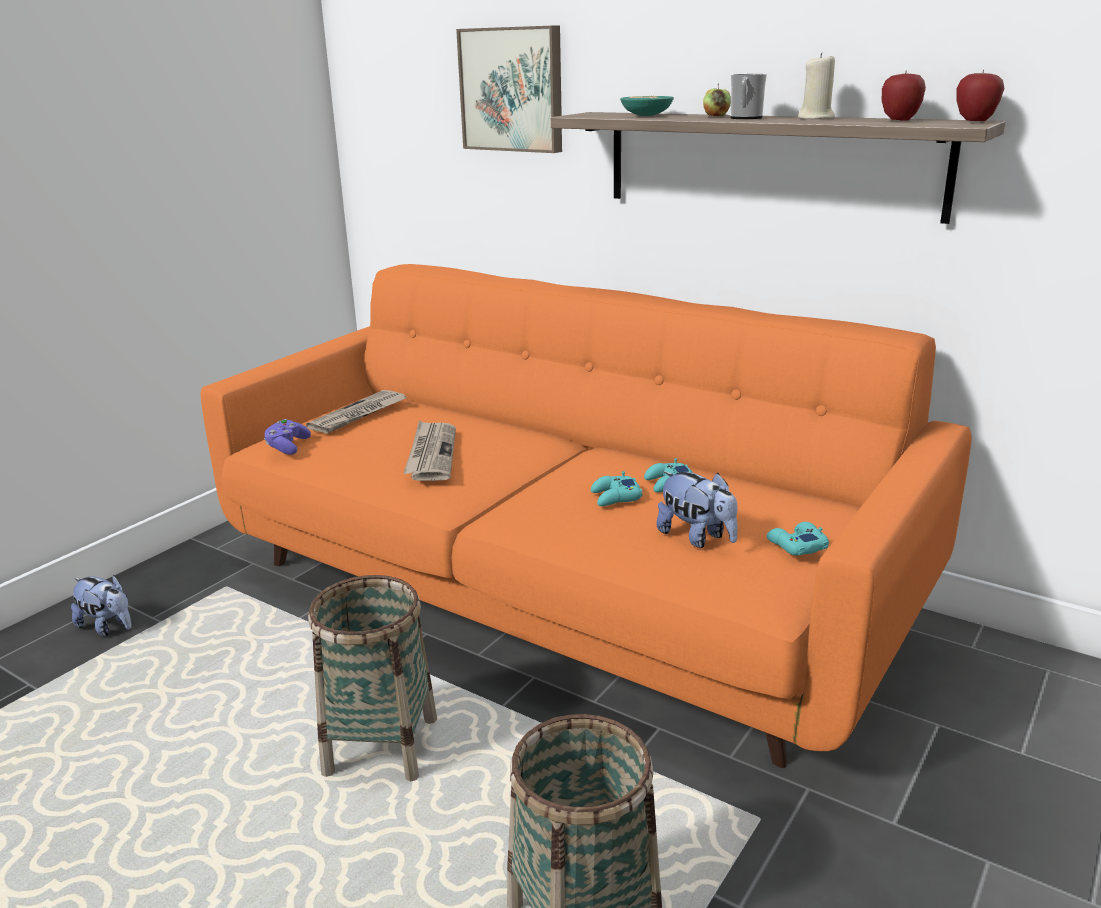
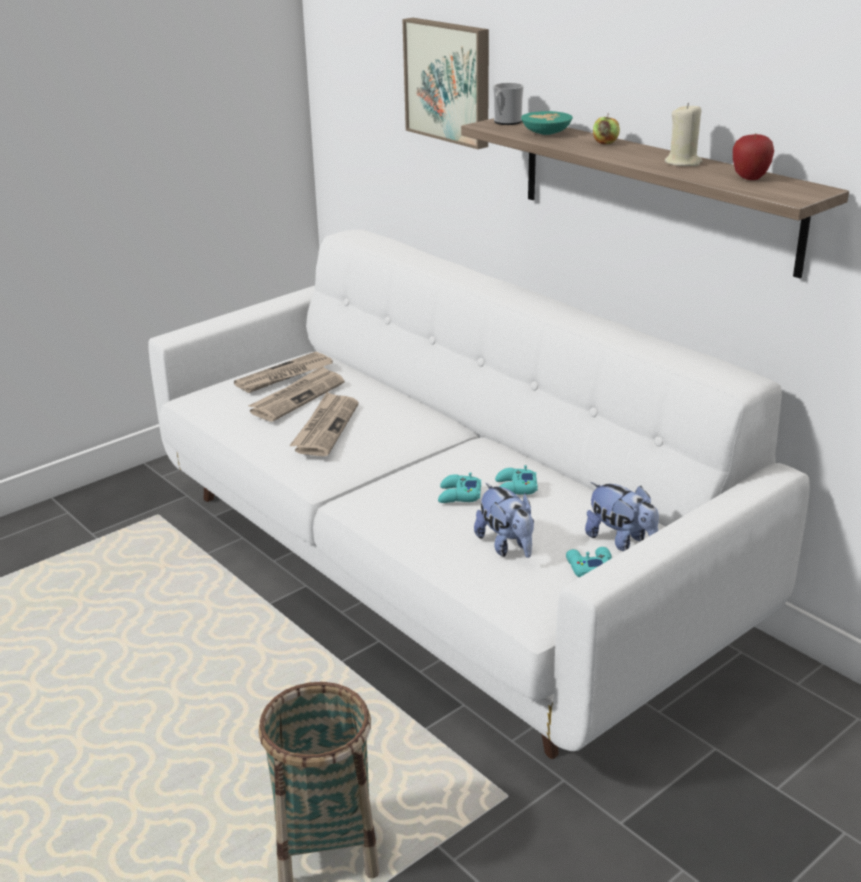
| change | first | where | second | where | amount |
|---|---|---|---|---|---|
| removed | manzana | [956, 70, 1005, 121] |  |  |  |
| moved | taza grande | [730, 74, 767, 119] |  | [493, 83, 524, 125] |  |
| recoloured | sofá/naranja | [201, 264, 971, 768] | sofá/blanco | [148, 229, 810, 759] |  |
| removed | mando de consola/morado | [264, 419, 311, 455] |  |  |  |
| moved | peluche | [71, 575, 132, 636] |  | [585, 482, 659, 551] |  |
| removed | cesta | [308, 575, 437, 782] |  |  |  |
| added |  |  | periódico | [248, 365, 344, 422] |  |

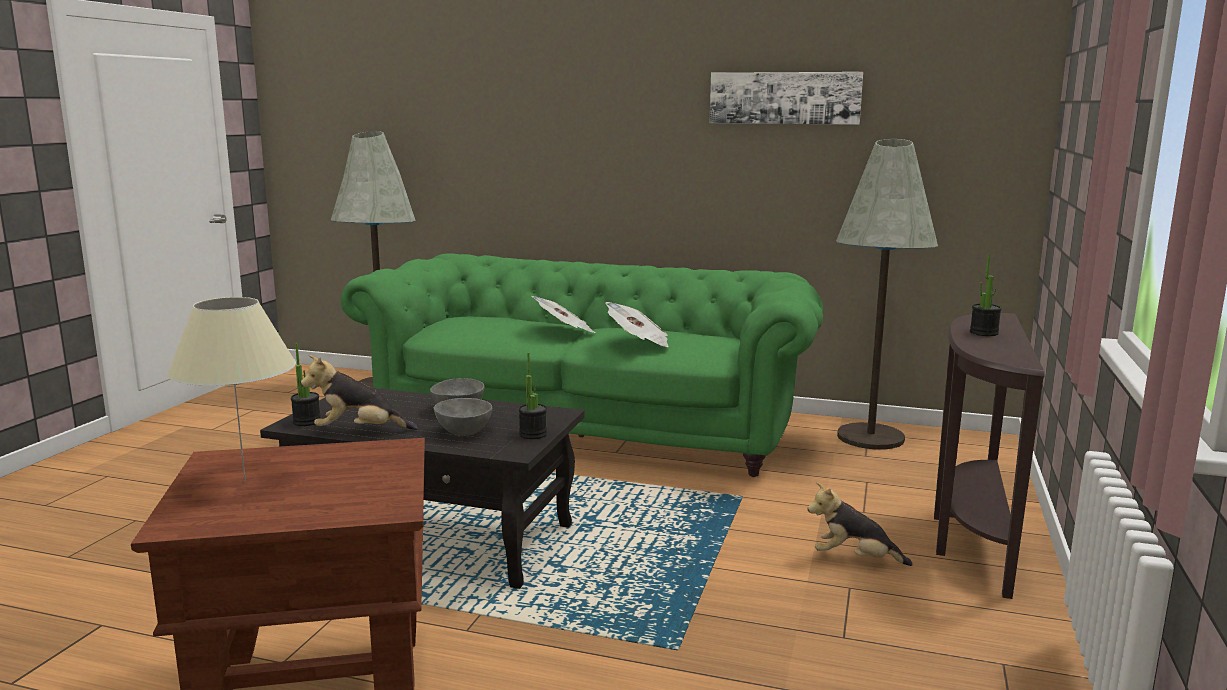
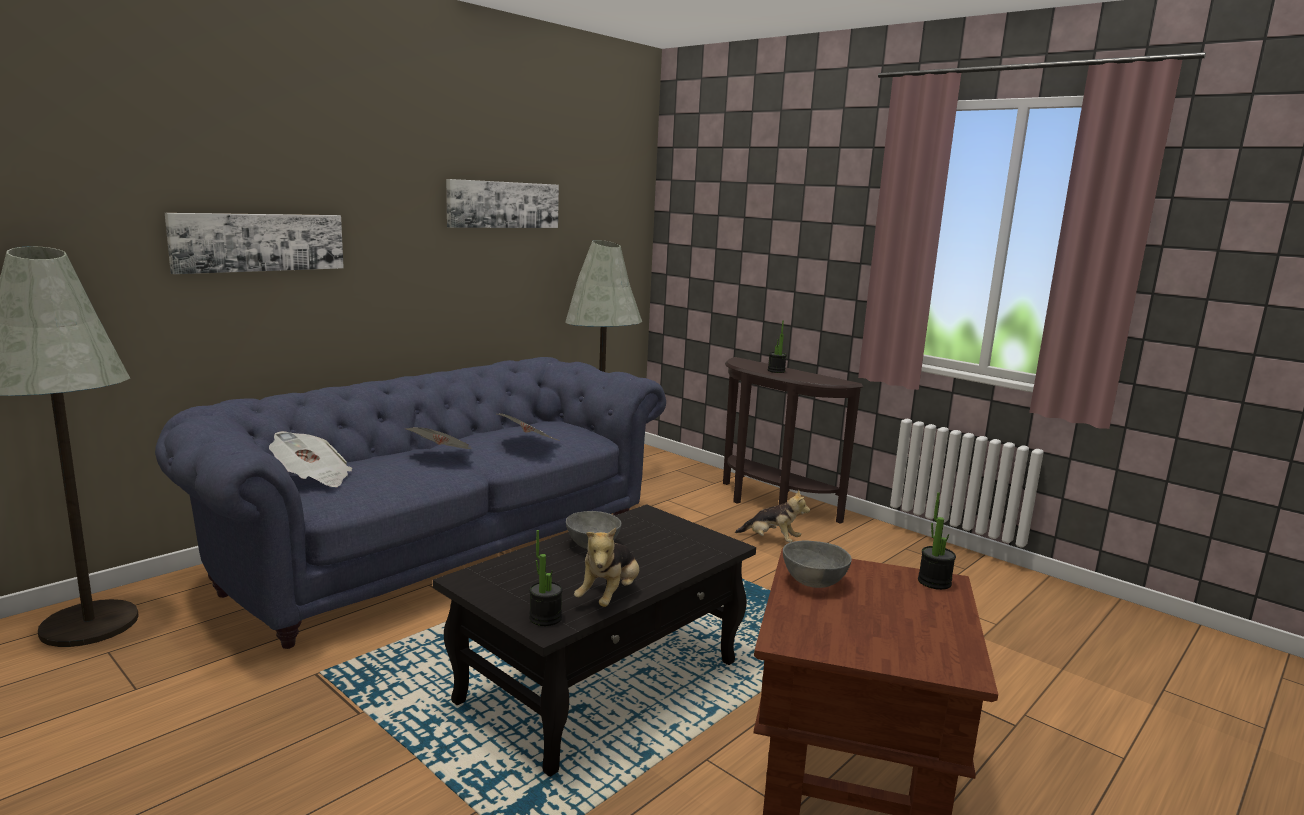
| change | first | where | second | where | amount |
|---|---|---|---|---|---|
| recoloured | sofá/verde | [341, 253, 823, 477] | sofá/azul | [155, 357, 666, 649] |  |
| removed | lámpara de mesa/beis | [167, 297, 296, 482] |  |  |  |
| moved | planta en maceta | [519, 353, 547, 439] |  | [918, 492, 956, 590] |  |
| moved | cuenco/gris | [434, 398, 492, 436] |  | [783, 541, 852, 588] |  |
| turned | peluche | [807, 482, 913, 566] |  | [735, 490, 810, 542] | 105 degrees counterclockwise |
| added |  |  | cuadro | [165, 213, 344, 274] |  |
| added |  |  | periódico | [269, 431, 352, 487] |  |

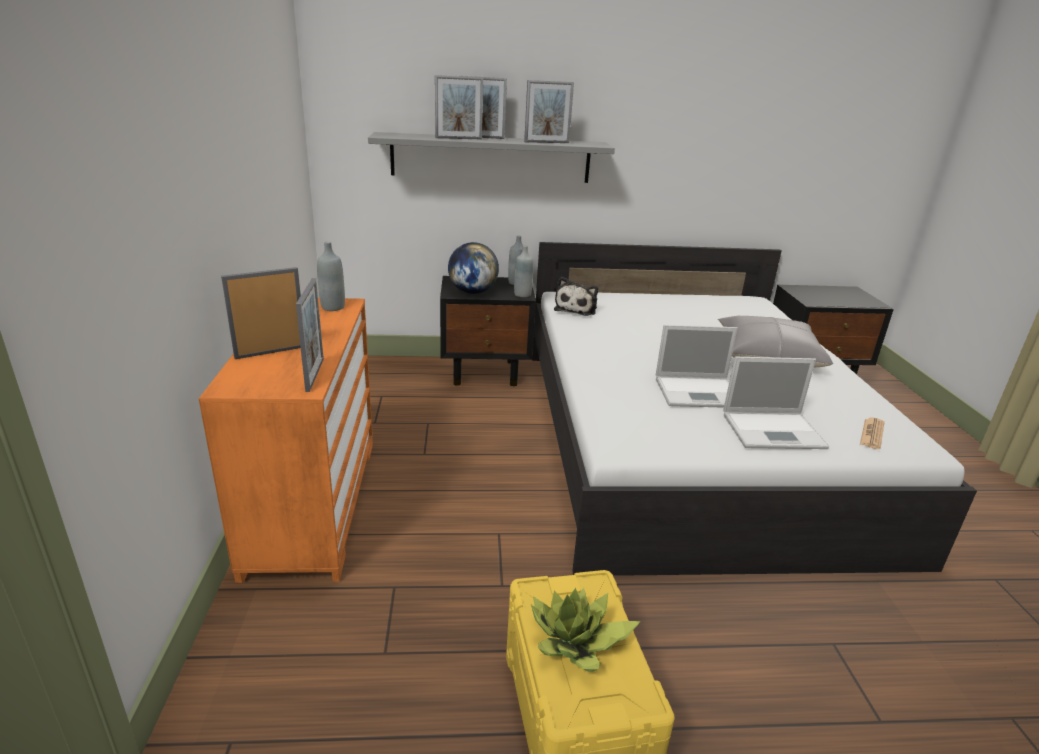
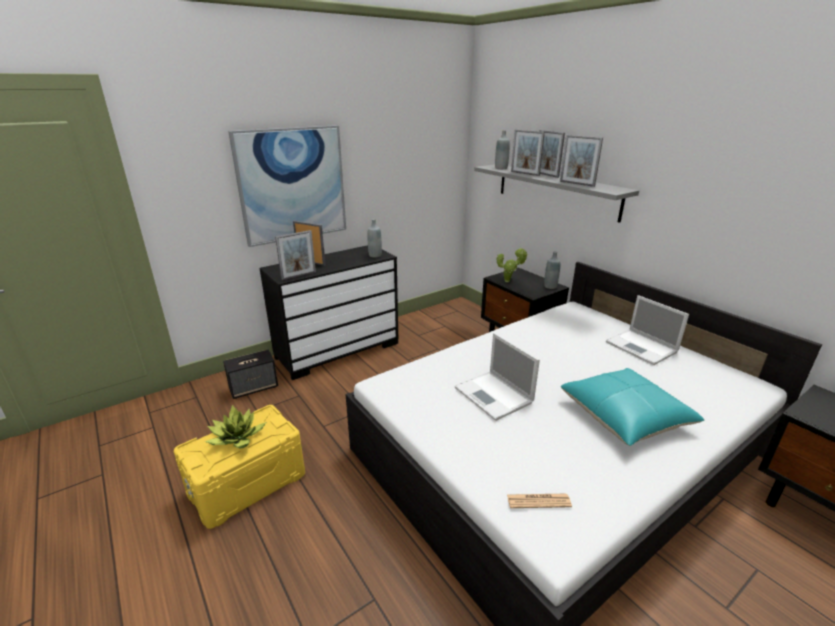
| change | first | where | second | where | amount |
|---|---|---|---|---|---|
| replaced | globo terráqueo | [448, 242, 499, 294] | planta en maceta | [497, 248, 528, 282] |  |
| moved | botella/gris | [514, 245, 533, 297] |  | [495, 130, 510, 169] |  |
| removed | peluche | [554, 277, 598, 316] |  |  |  |
| recoloured | cómoda/naranja | [199, 298, 373, 583] | cómoda/negro | [260, 245, 399, 380] |  |
| recoloured | cojín/gris | [718, 316, 833, 367] | cojín/turquesa | [561, 368, 704, 446] |  |
| moved | portátil | [723, 357, 829, 449] |  | [606, 295, 689, 365] |  |
| added |  |  | cuadro | [228, 125, 346, 247] |  |
| added |  |  | altavoz | [223, 350, 278, 399] |  |

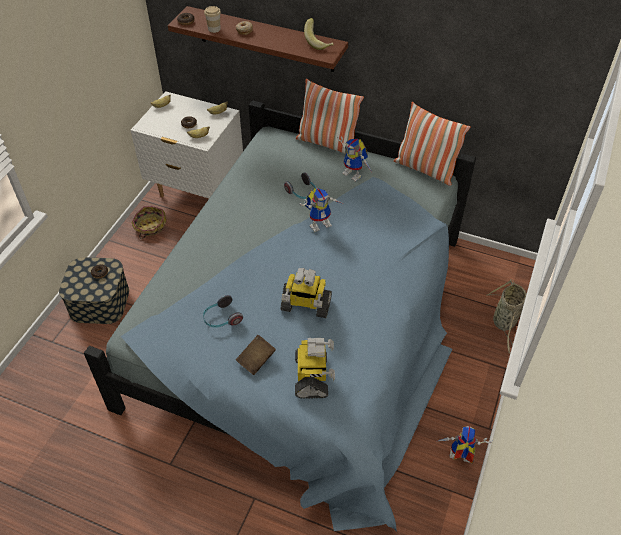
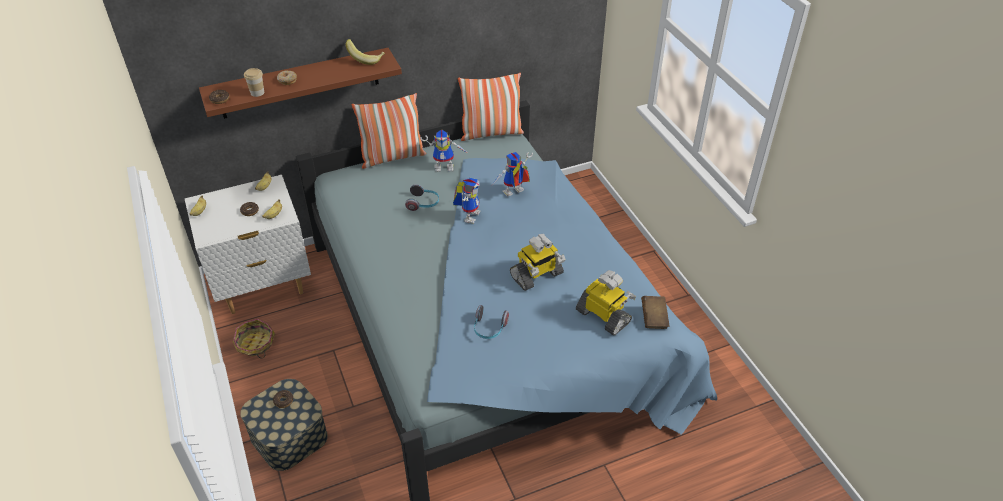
| change | first | where | second | where | amount |
|---|---|---|---|---|---|
| removed | cesta | [487, 279, 527, 354] |  |  |  |
| moved | libro/marrón | [236, 335, 276, 375] |  | [641, 296, 669, 329] |  |
| moved | robot de juguete | [438, 426, 493, 464] |  | [492, 152, 533, 197] |  |

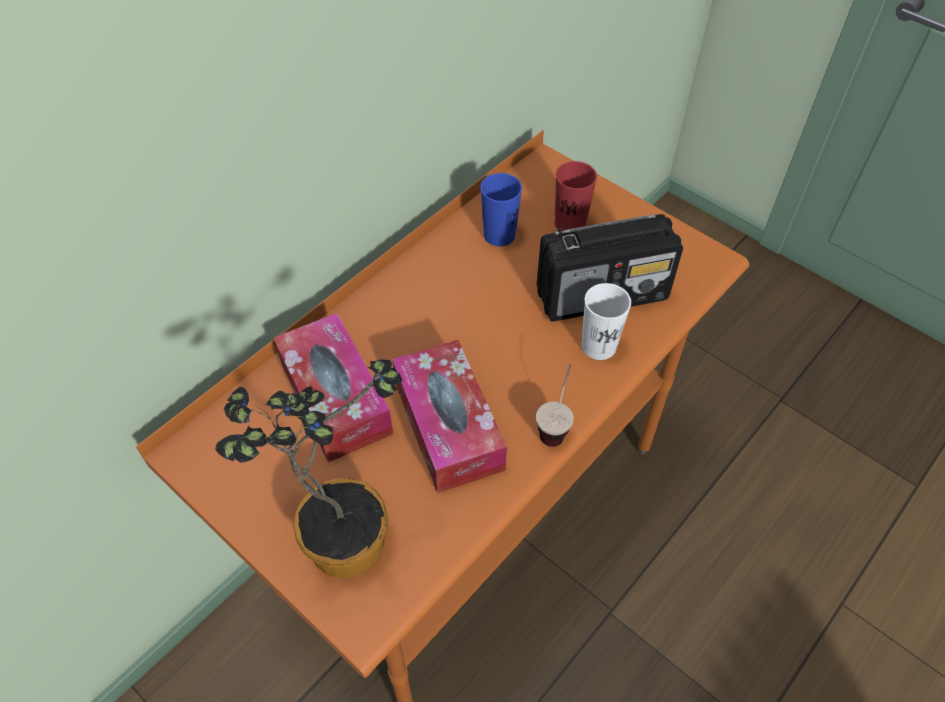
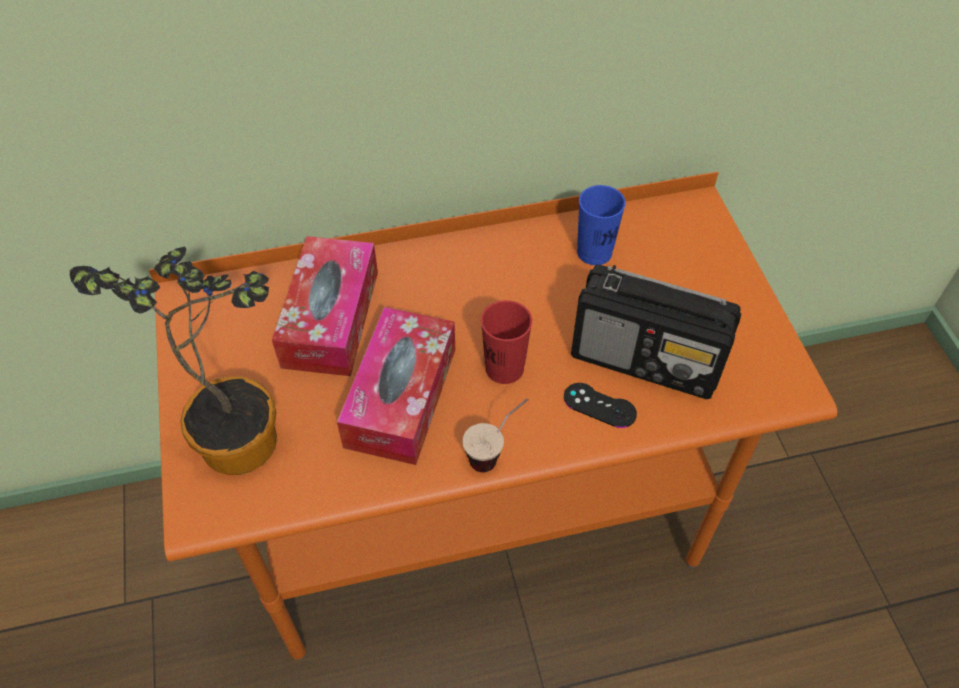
| change | first | where | second | where | amount |
|---|---|---|---|---|---|
| moved | taza/rojo | [555, 161, 597, 231] |  | [481, 300, 532, 384] |  |
| replaced | taza/blanco | [581, 283, 631, 360] | mando de consola/negro | [564, 383, 637, 428] |  |

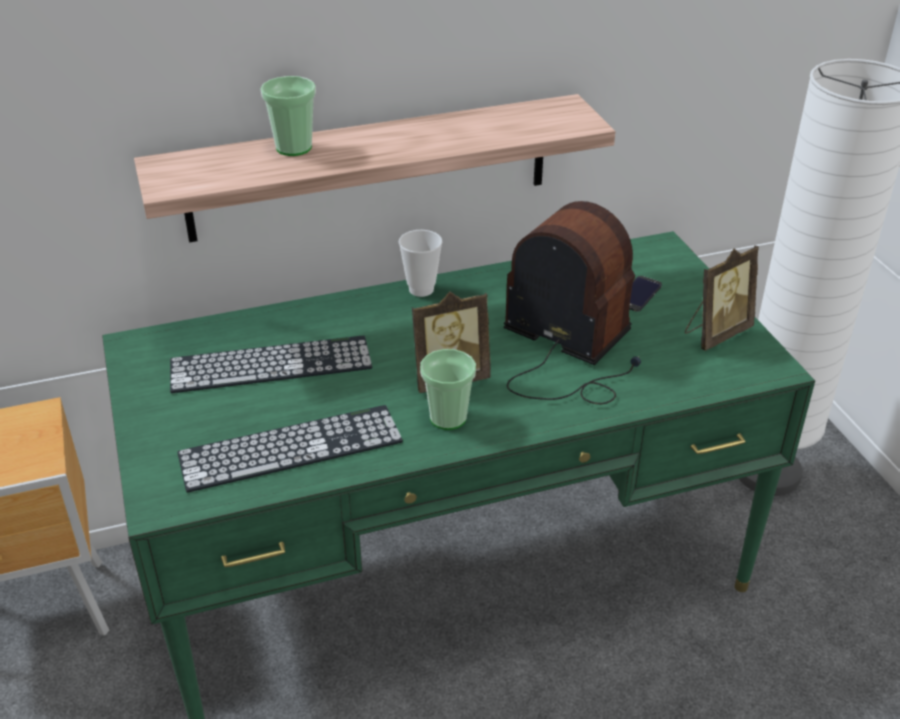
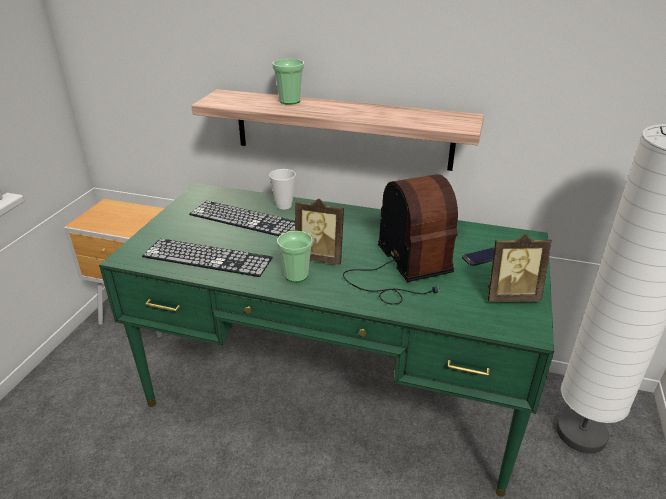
| change | first | where | second | where | amount |
|---|---|---|---|---|---|
| moved | taza | [399, 230, 442, 297] |  | [269, 169, 296, 209] |  |

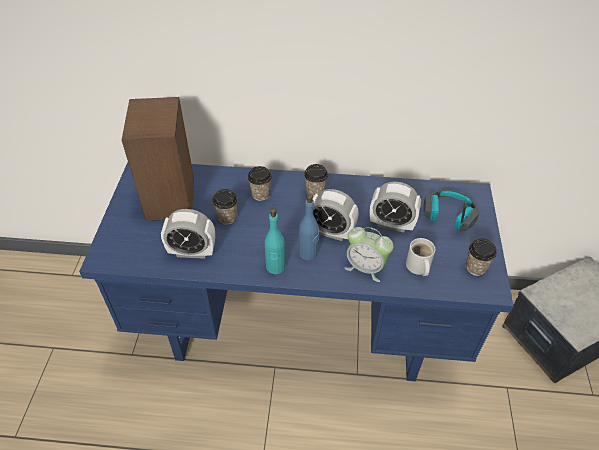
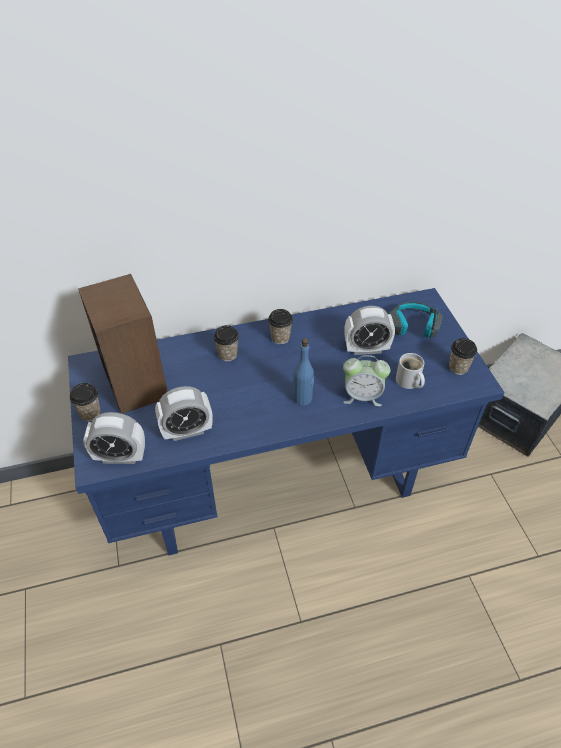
| change | first | where | second | where | amount |
|---|---|---|---|---|---|
| moved | taza | [212, 189, 237, 225] |  | [70, 383, 101, 421] |  |
| moved | despertador | [313, 189, 359, 241] |  | [83, 412, 145, 464] |  |
| removed | botella/turquesa | [265, 208, 285, 274] |  |  |  |

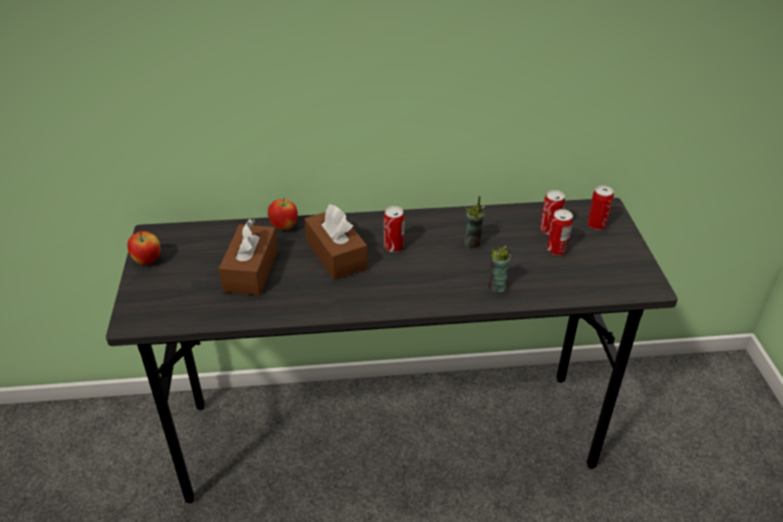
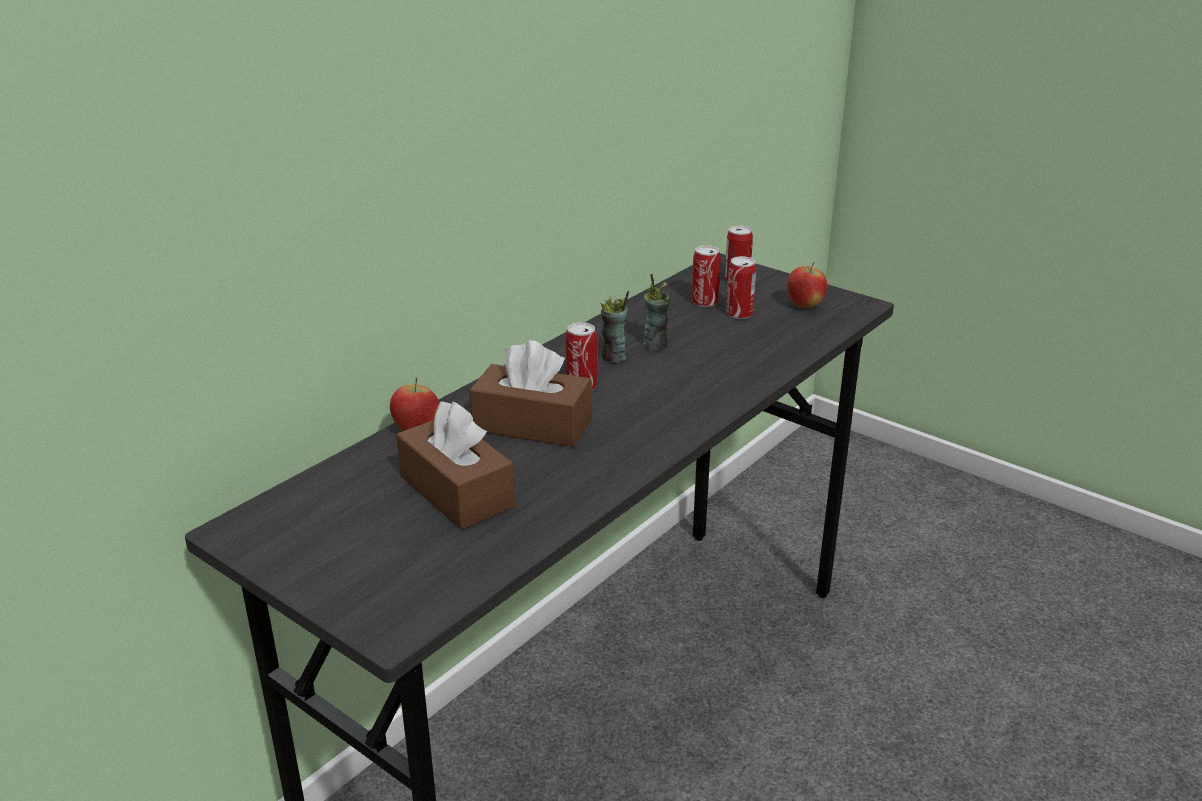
| change | first | where | second | where | amount |
|---|---|---|---|---|---|
| moved | manzana | [127, 231, 160, 265] |  | [787, 262, 827, 308] |  |
| moved | taza | [488, 246, 511, 293] |  | [601, 291, 629, 363] |  |

